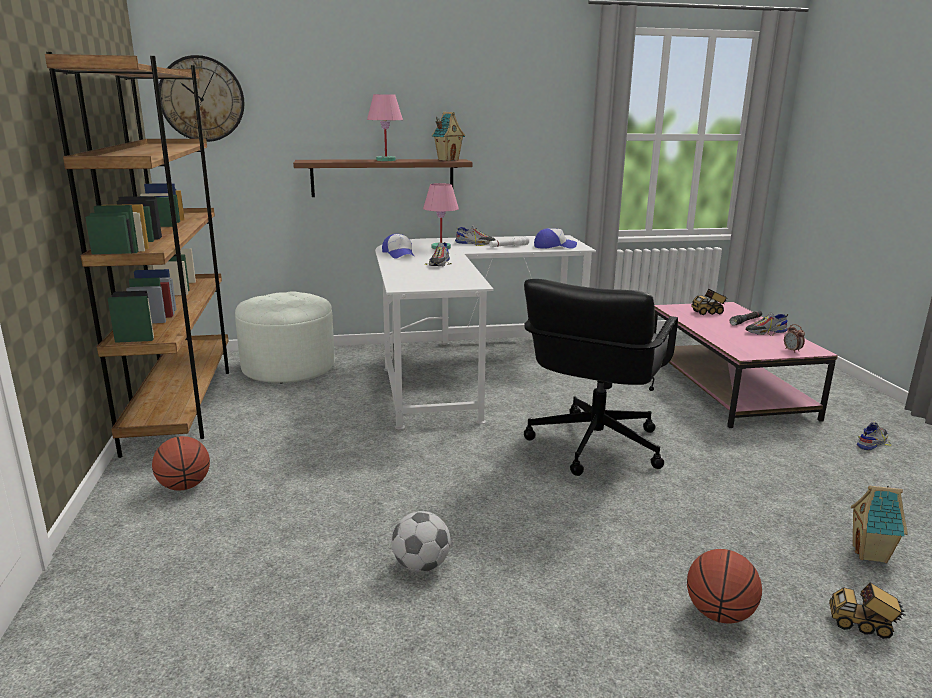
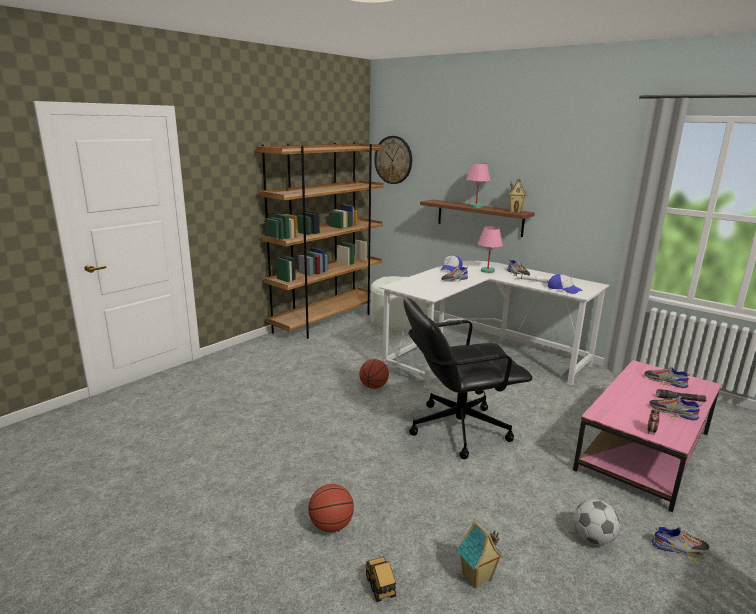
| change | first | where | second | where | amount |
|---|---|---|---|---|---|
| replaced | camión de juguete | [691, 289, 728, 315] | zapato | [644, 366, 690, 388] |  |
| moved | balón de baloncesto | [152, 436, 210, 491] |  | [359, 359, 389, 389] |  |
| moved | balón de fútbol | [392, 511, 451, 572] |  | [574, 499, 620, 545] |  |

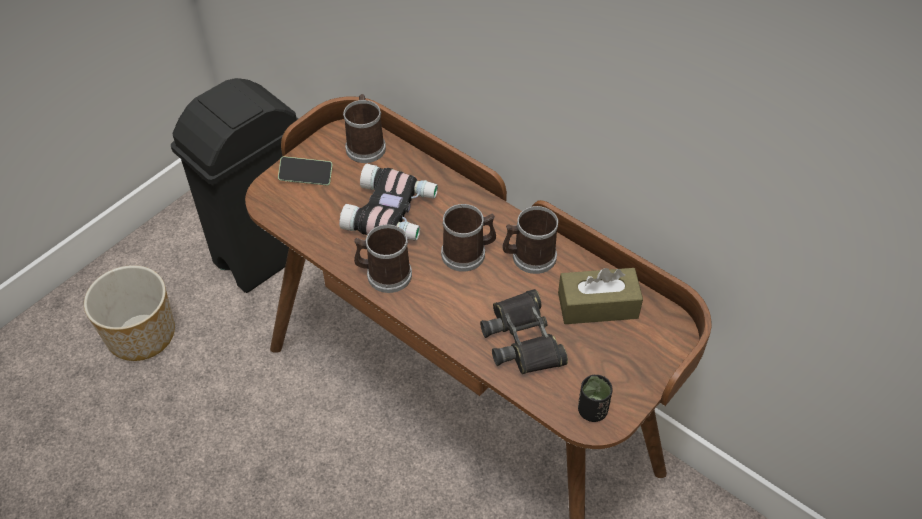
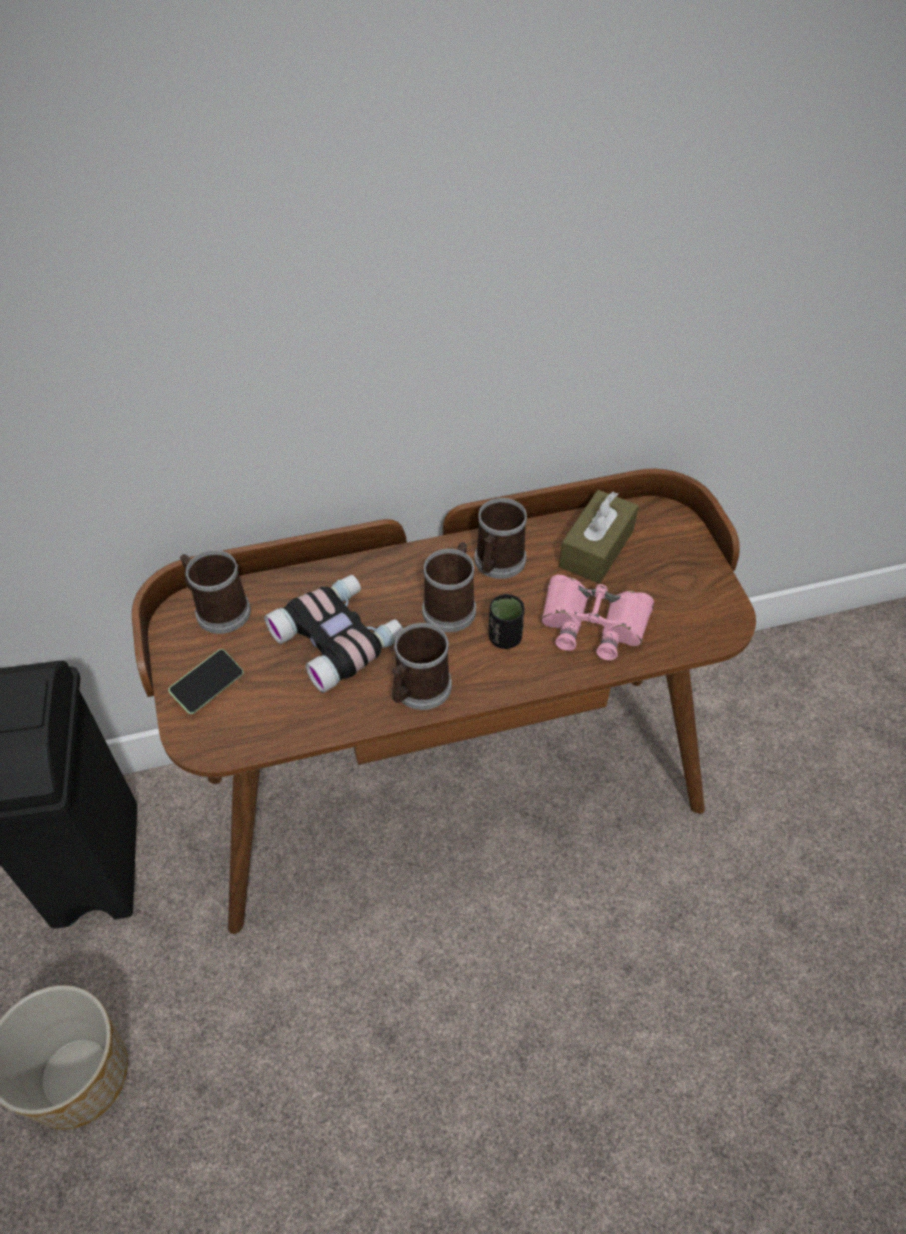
| change | first | where | second | where | amount |
|---|---|---|---|---|---|
| recoloured | prismáticos/negro | [480, 289, 568, 374] | prismáticos/rosa | [541, 575, 654, 660] |  |
| moved | taza/negro | [578, 375, 613, 422] |  | [489, 594, 525, 649] |  |

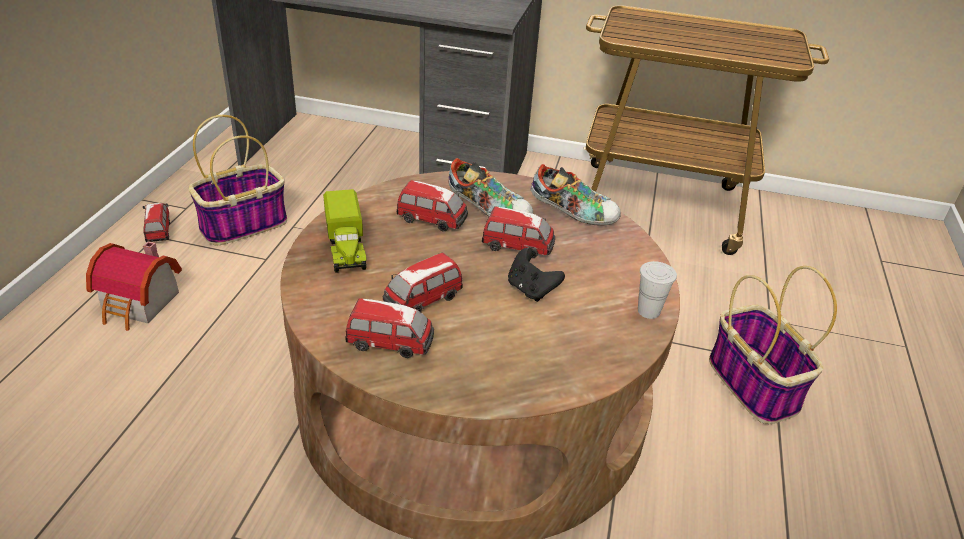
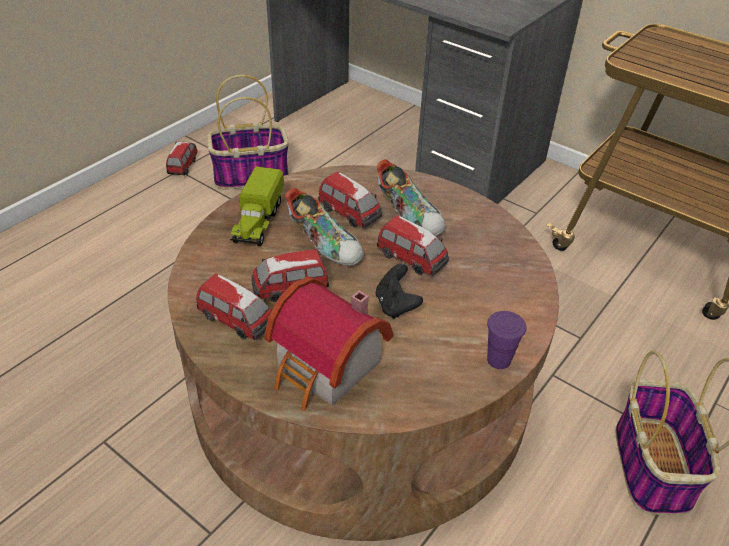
| change | first | where | second | where | amount |
|---|---|---|---|---|---|
| moved | zapato | [530, 164, 621, 226] |  | [286, 188, 364, 266] |  |
| moved | casita | [86, 241, 182, 331] |  | [264, 276, 393, 411] |  |
| recoloured | taza/blanco | [638, 261, 677, 319] | taza/morado | [487, 311, 527, 369] |  |

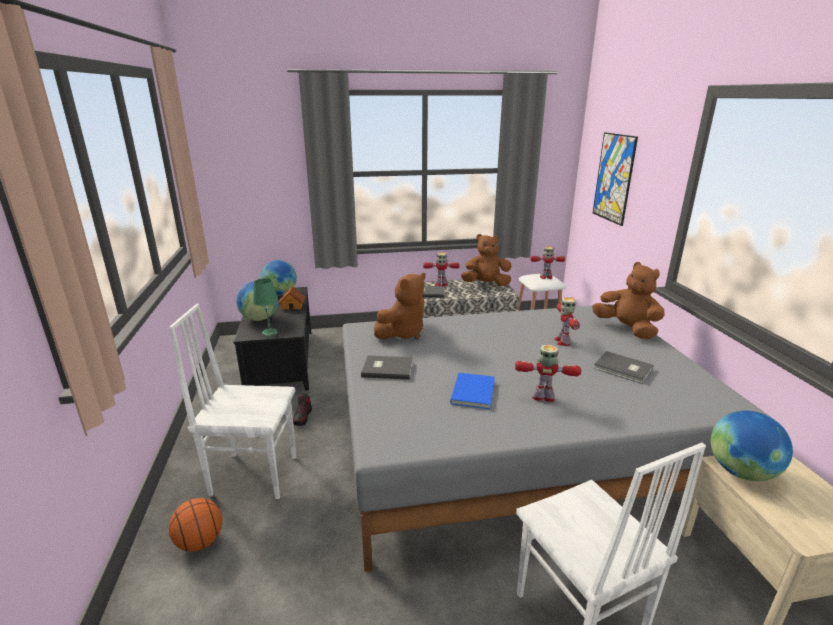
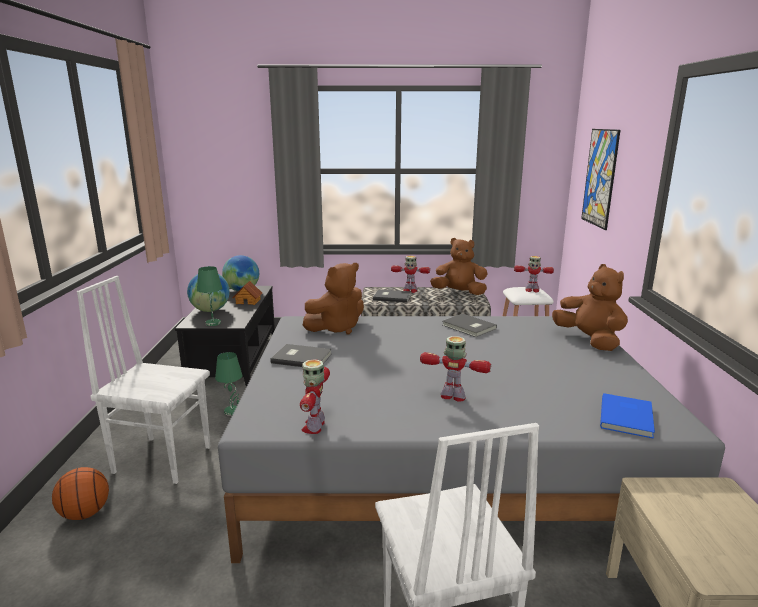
| change | first | where | second | where | amount |
|---|---|---|---|---|---|
| moved | robot de juguete | [554, 297, 580, 346] |  | [300, 359, 330, 434] |  |
| moved | libro/gris | [594, 351, 653, 384] |  | [443, 314, 497, 337] |  |
| moved | libro/azul | [450, 373, 495, 409] |  | [600, 393, 655, 439] |  |
| replaced | zapato | [293, 394, 312, 426] | lámpara de mesa/verde | [215, 352, 243, 416] |  |
| removed | globo terráqueo | [711, 411, 793, 481] |  |  |  |

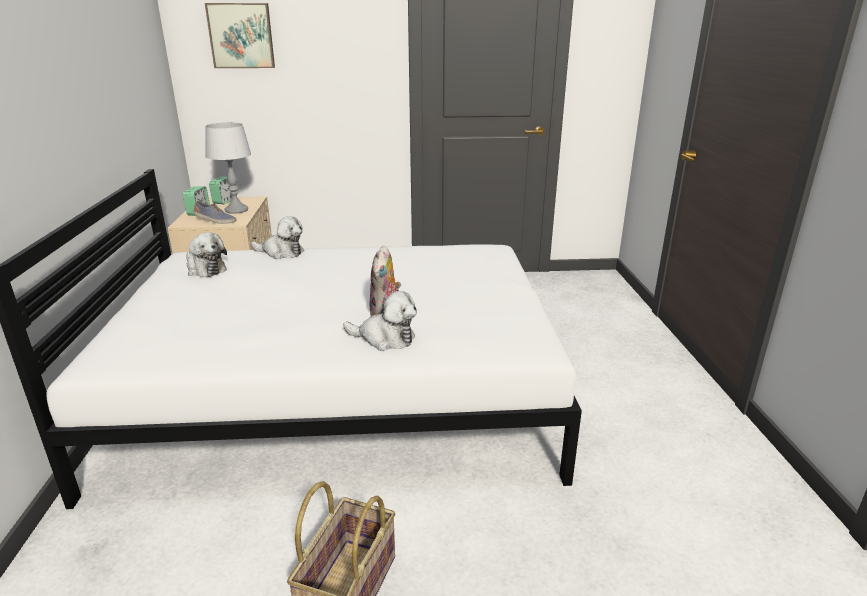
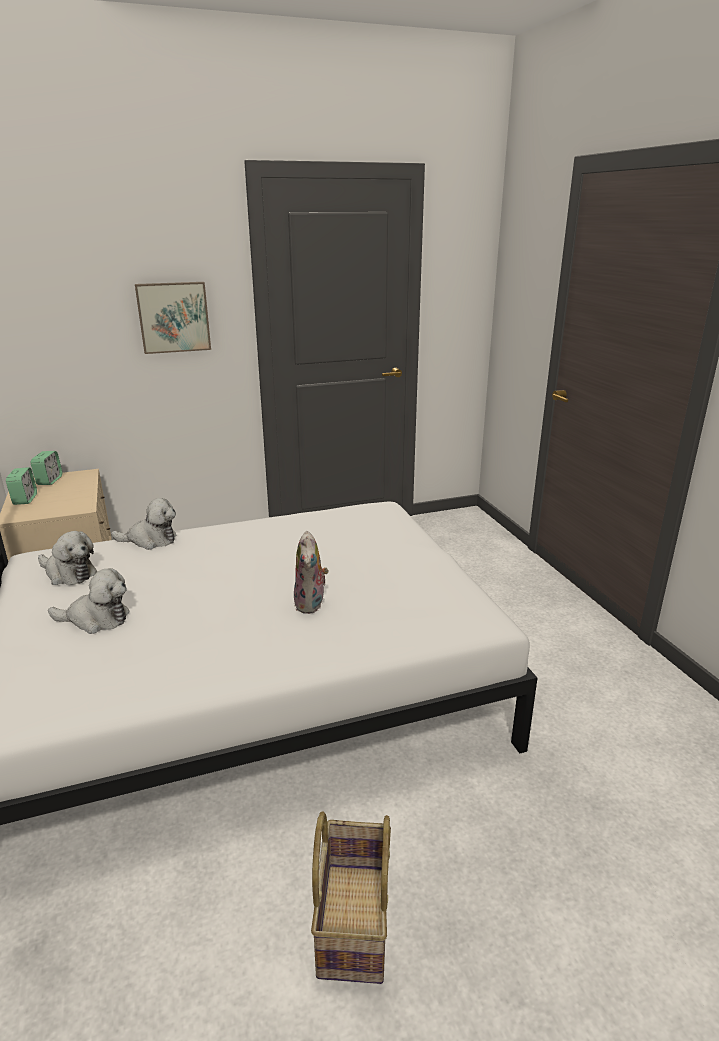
| change | first | where | second | where | amount |
|---|---|---|---|---|---|
| moved | cuadro | [205, 3, 275, 68] |  | [135, 282, 211, 354] |  |
| removed | lámpara de mesa/gris | [205, 122, 251, 214] |  |  |  |
| removed | zapato | [194, 201, 236, 224] |  |  |  |
| moved | peluche | [343, 291, 417, 351] |  | [48, 568, 129, 634] |  |

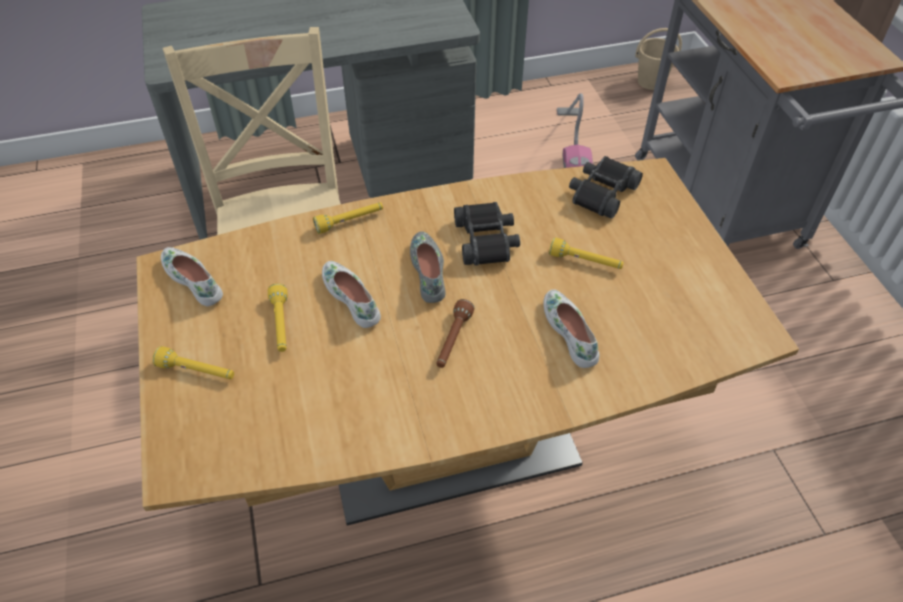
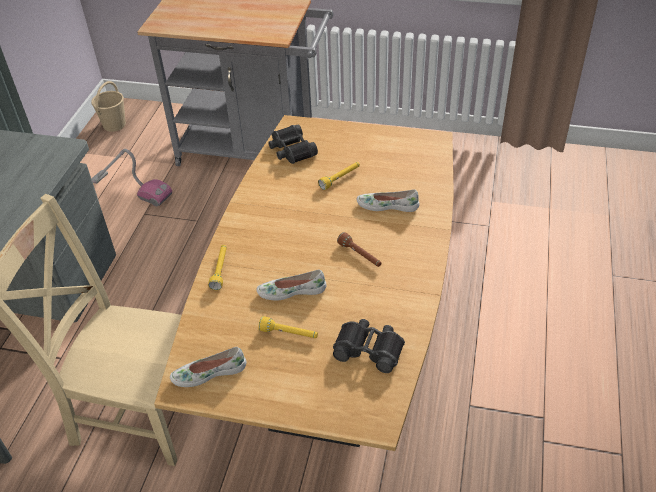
| change | first | where | second | where | amount |
|---|---|---|---|---|---|
| moved | prismáticos/negro | [454, 202, 520, 266] |  | [333, 319, 405, 373] |  |
| removed | zapato/gris | [410, 231, 445, 303] |  |  |  |
| removed | linterna/amarillo | [152, 346, 234, 379] |  |  |  |

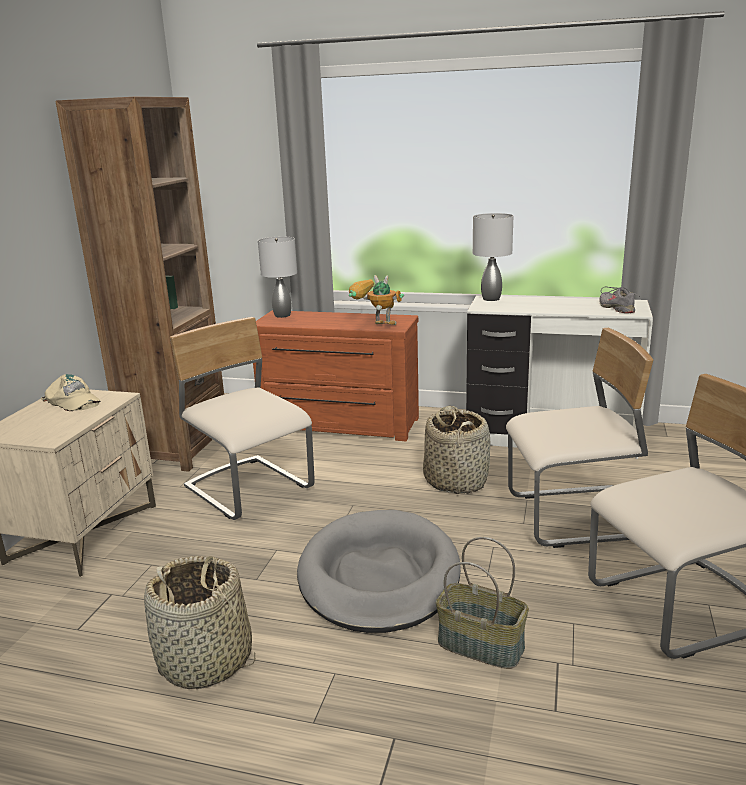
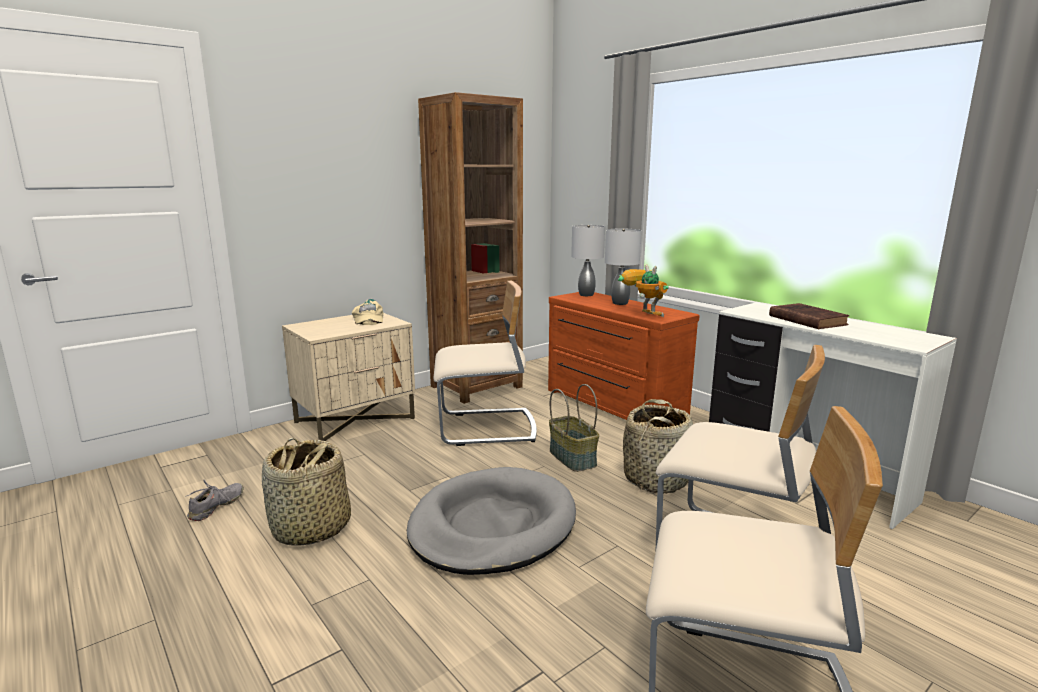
| change | first | where | second | where | amount |
|---|---|---|---|---|---|
| moved | lámpara de mesa/gris | [473, 213, 513, 301] |  | [605, 229, 642, 305] |  |
| moved | zapato/gris | [600, 286, 639, 313] |  | [185, 480, 244, 521] |  |
| turned | silla/beis | [170, 317, 315, 520] |  | [434, 281, 537, 446] | 90 degrees clockwise |
| moved | cesta | [436, 537, 529, 669] |  | [549, 384, 599, 472] |  |
| added |  |  | libro/marrón | [769, 303, 850, 329] |  |

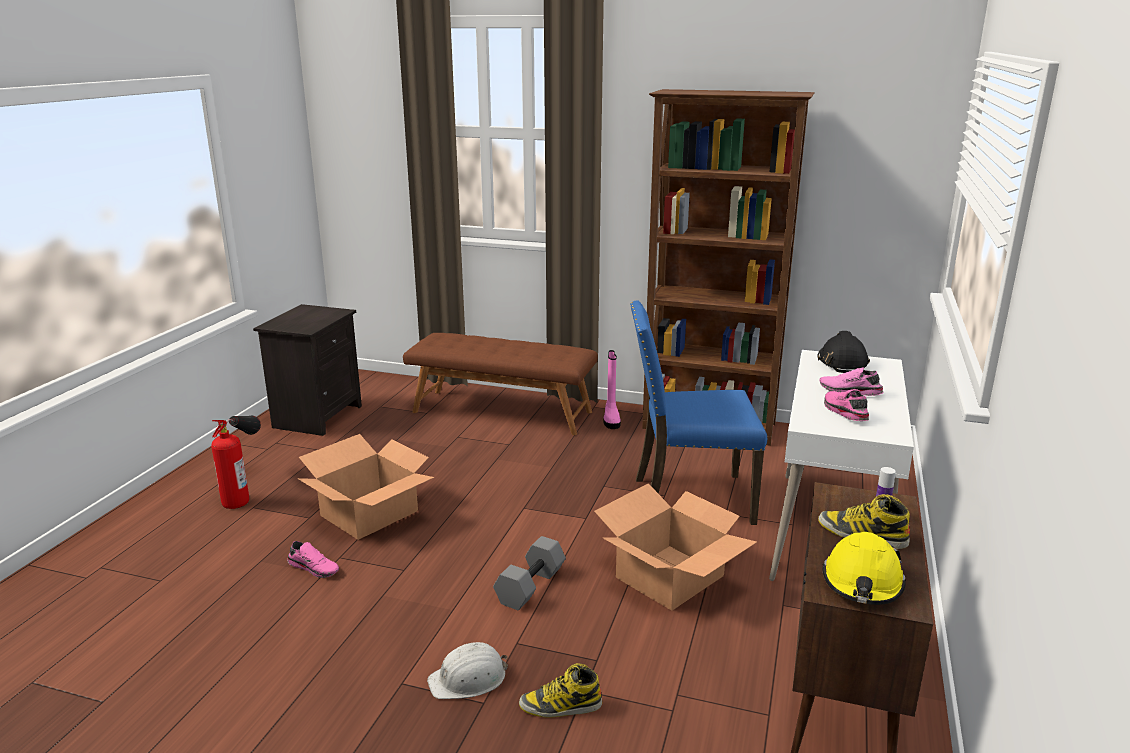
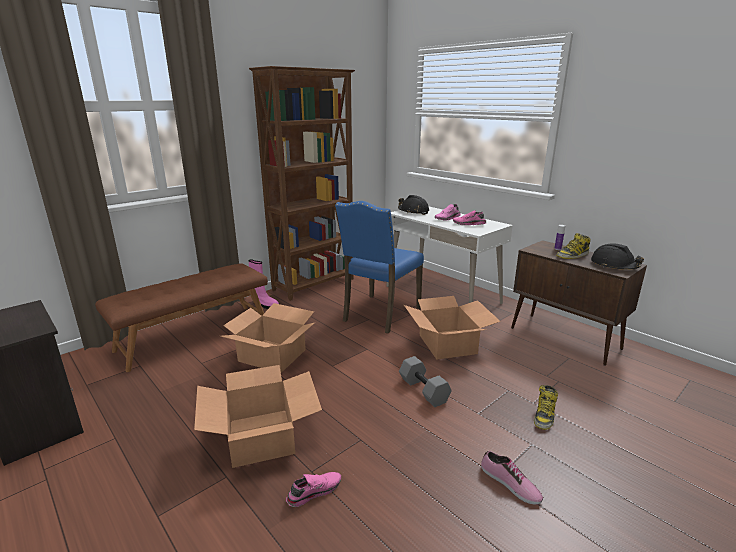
| change | first | where | second | where | amount |
|---|---|---|---|---|---|
| removed | extintor | [211, 416, 261, 509] |  |  |  |
| recoloured | casco/amarillo | [823, 532, 906, 605] | casco/negro | [591, 243, 644, 270] |  |
| removed | casco/blanco | [427, 642, 508, 699] |  |  |  |
| added |  |  | caja de cartón | [221, 303, 314, 373] |  |
| added |  |  | zapato | [481, 451, 543, 505] |  |

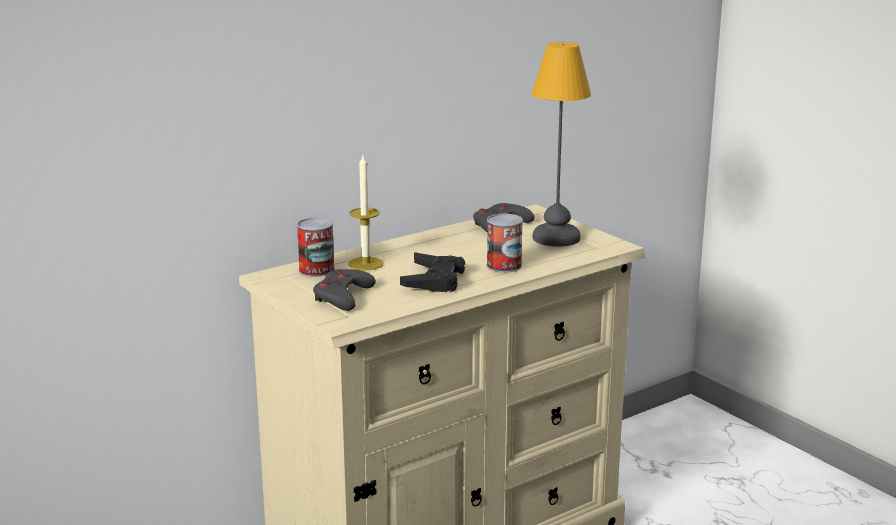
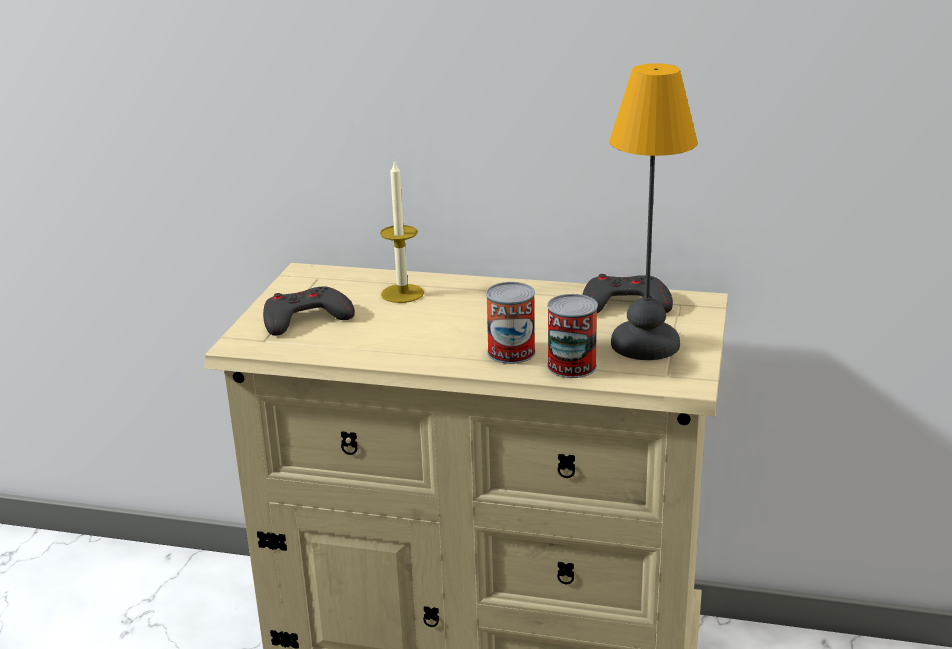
| change | first | where | second | where | amount |
|---|---|---|---|---|---|
| moved | lata | [297, 217, 335, 277] |  | [547, 294, 598, 378] |  |
| removed | mando de consola/negro | [400, 252, 465, 292] |  |  |  |

